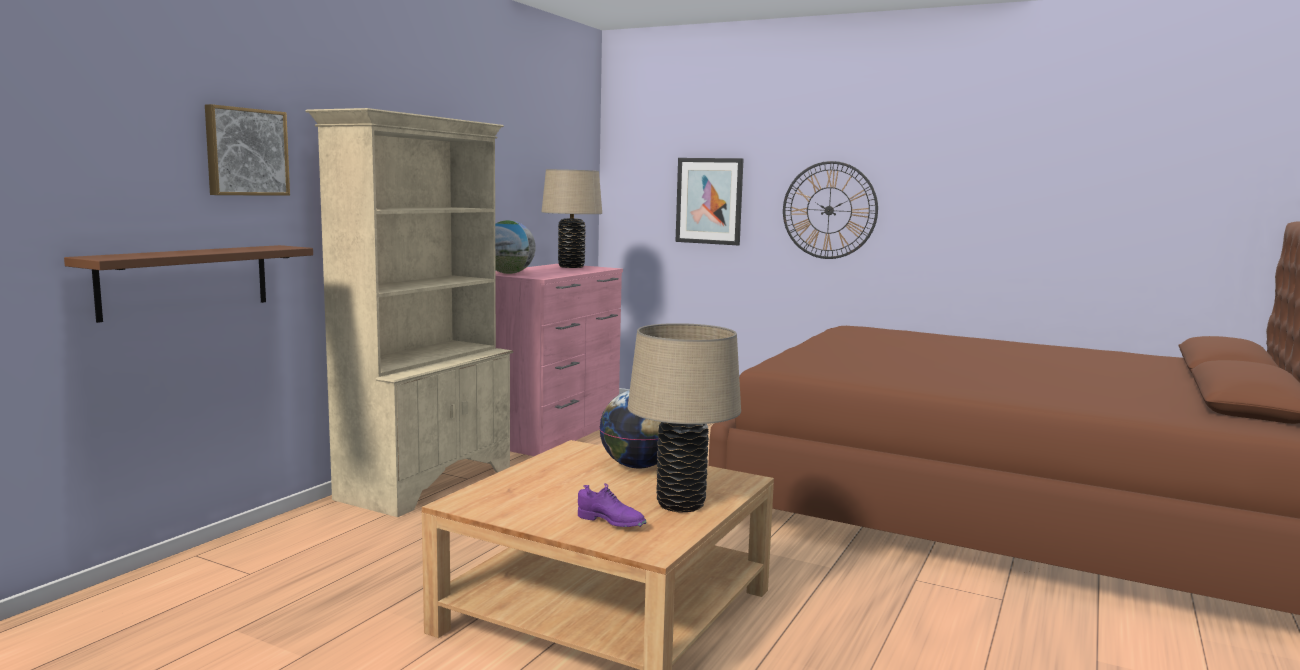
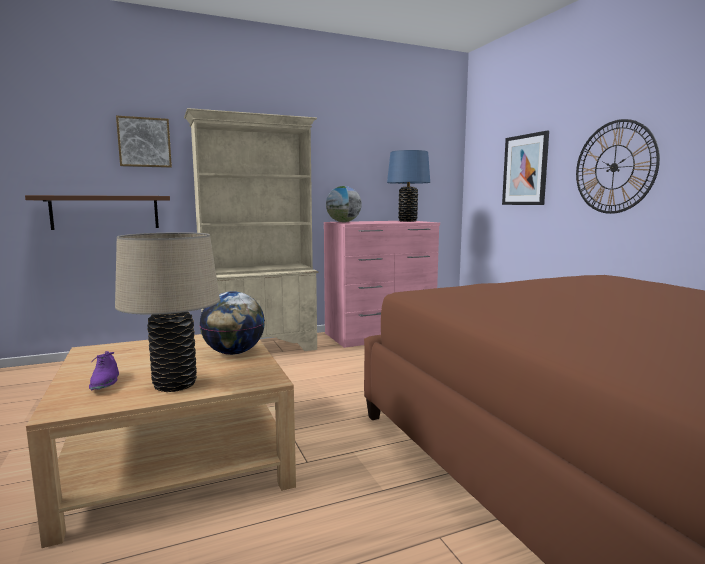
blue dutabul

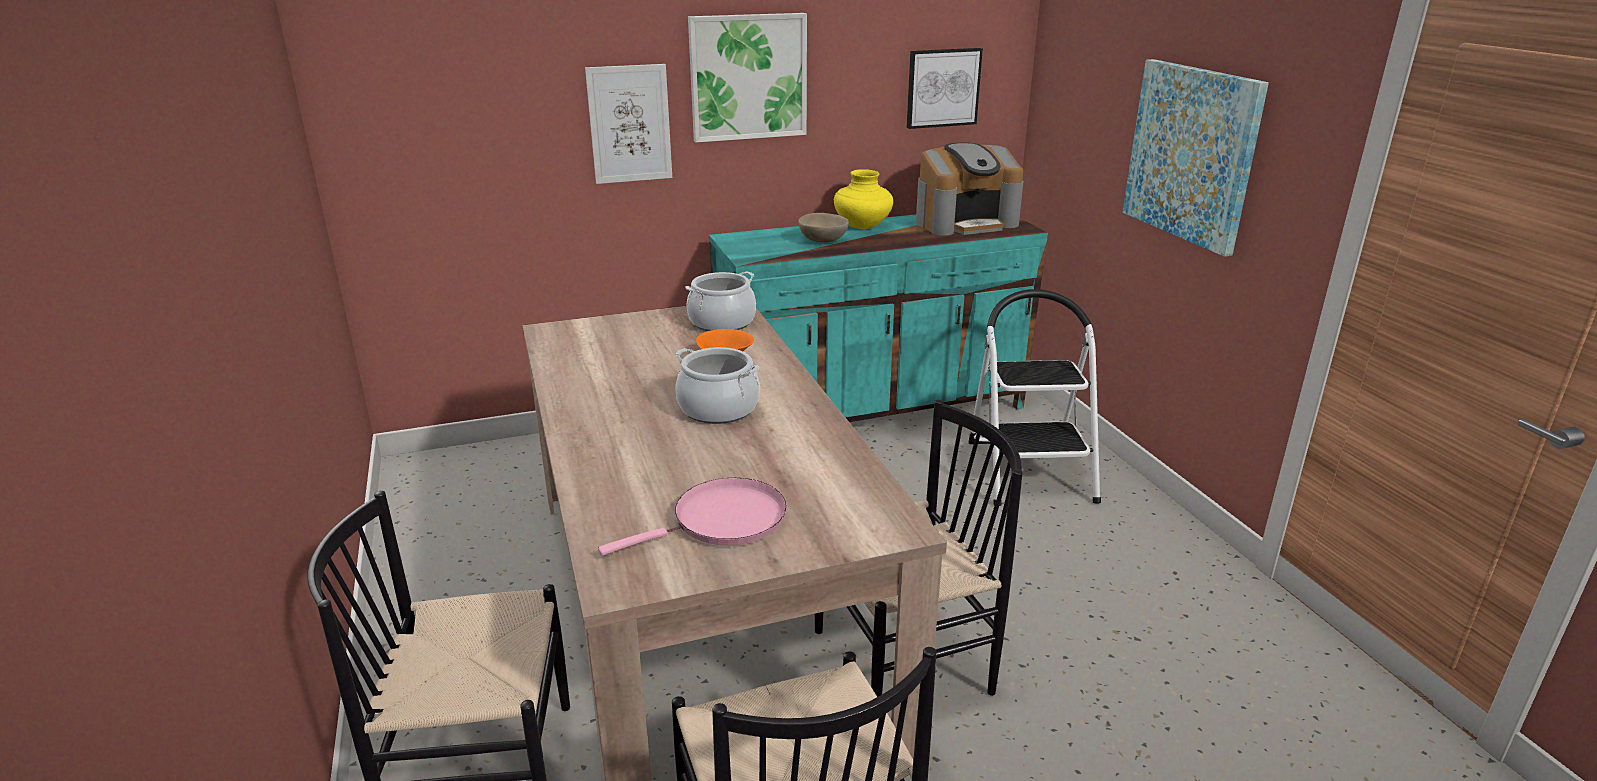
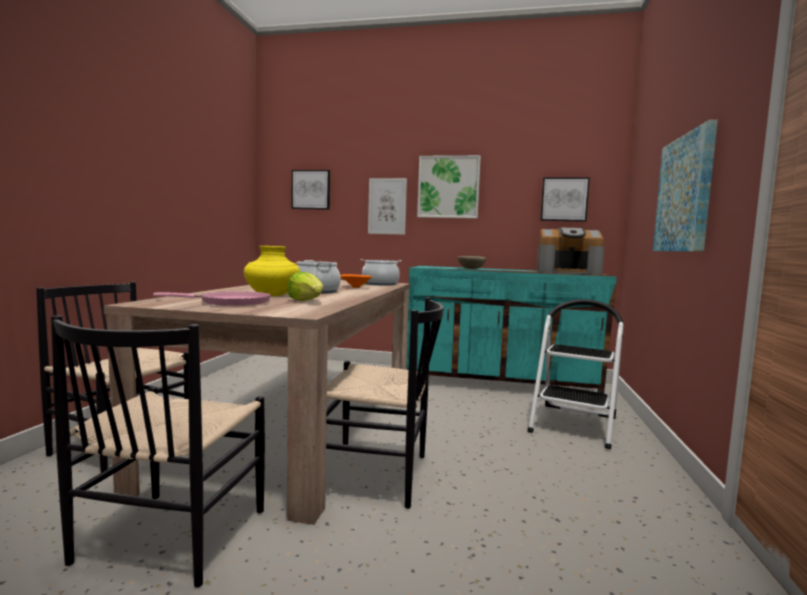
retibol; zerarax (no. 1 from left); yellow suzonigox

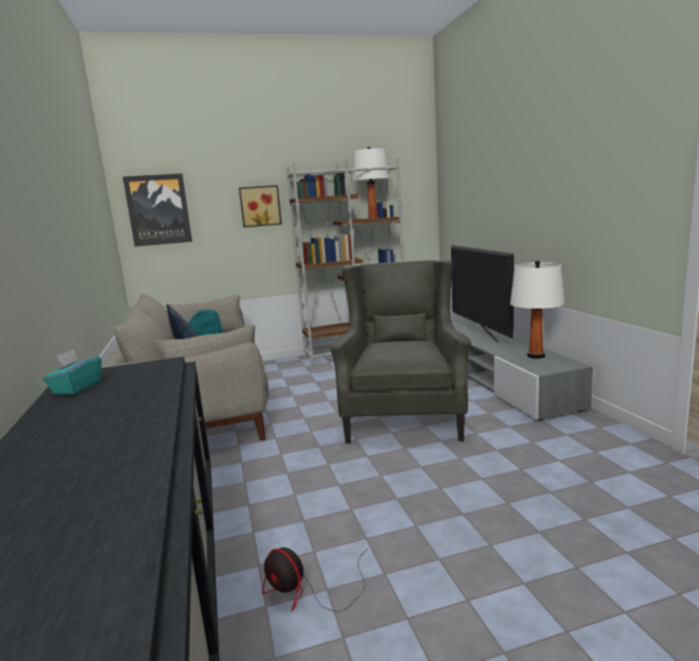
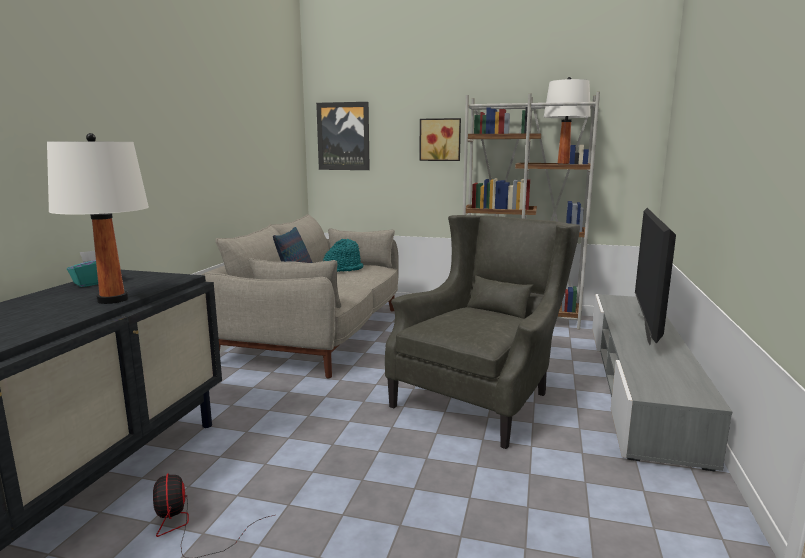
white dutabul (no. 1 from left)

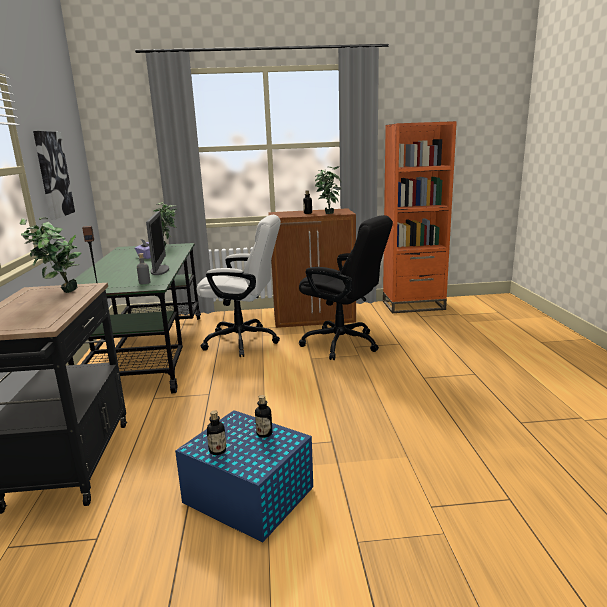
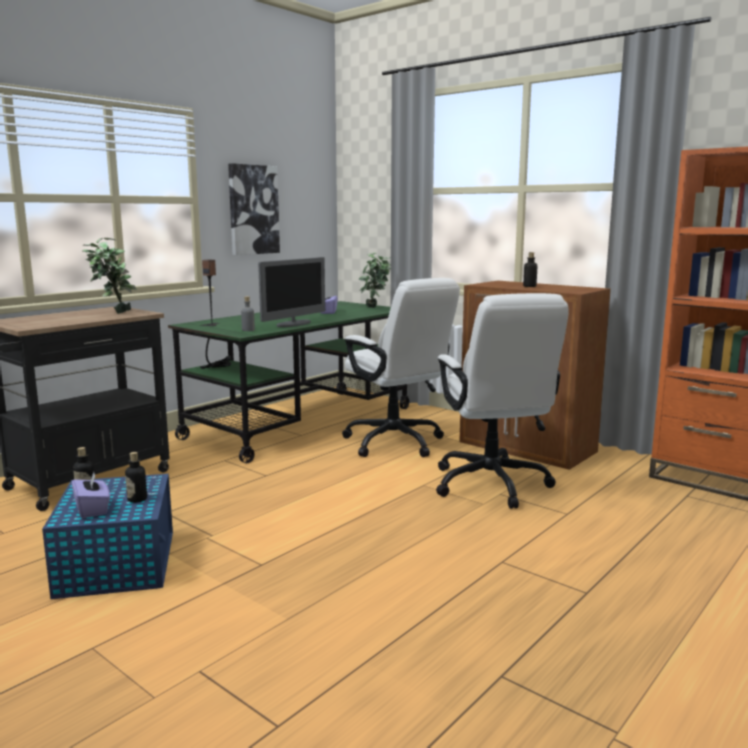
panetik (no. 3 from left in the first image); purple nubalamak (no. 1 from left); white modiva (no. 2 from left)

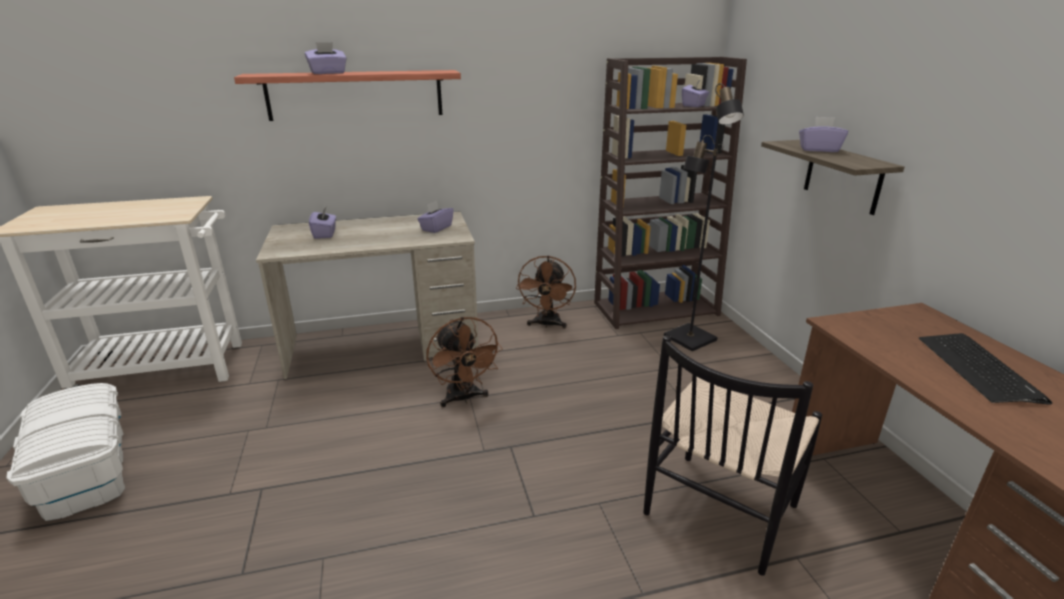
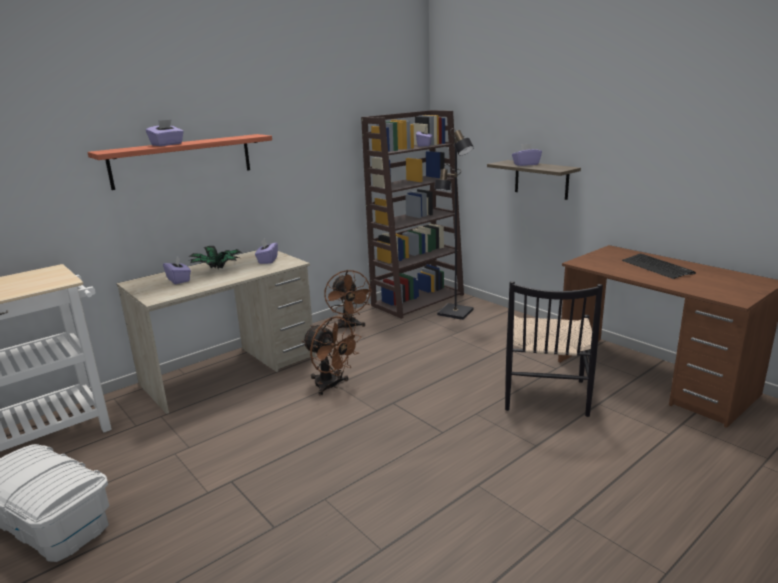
panetik

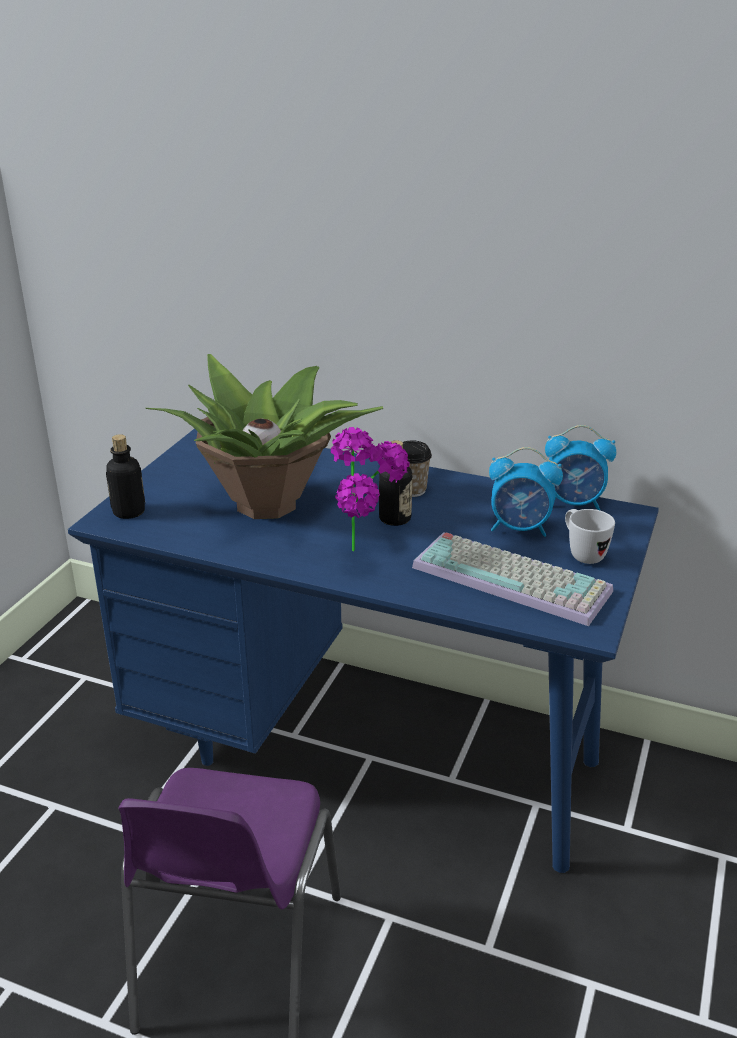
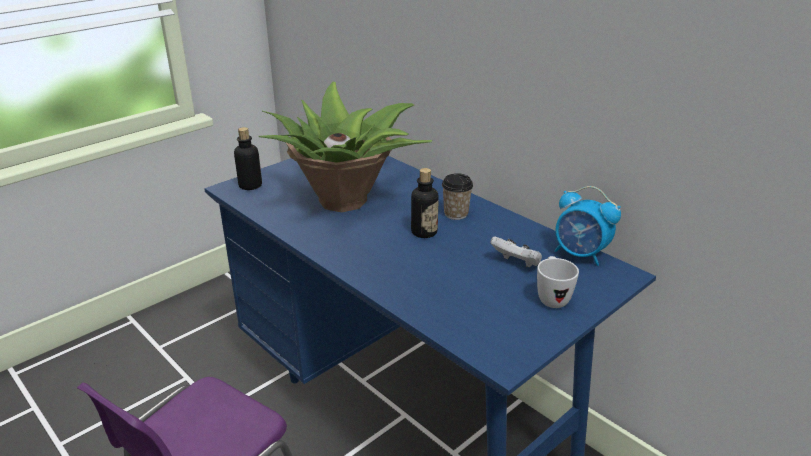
panetik (no. 2 from left in the first image); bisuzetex; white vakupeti

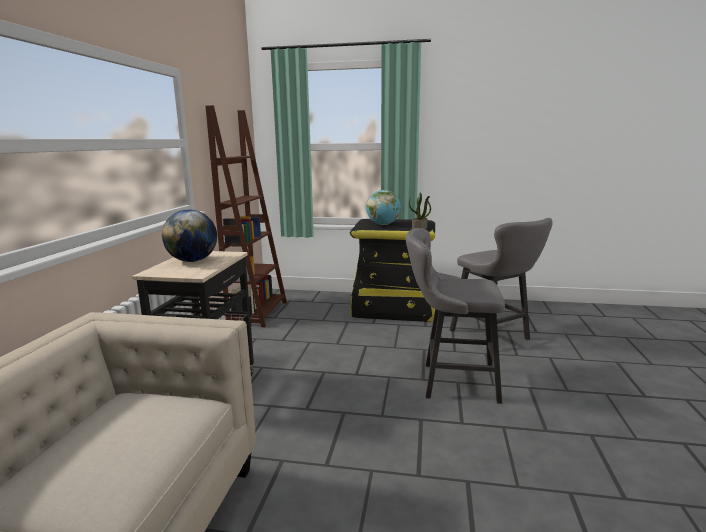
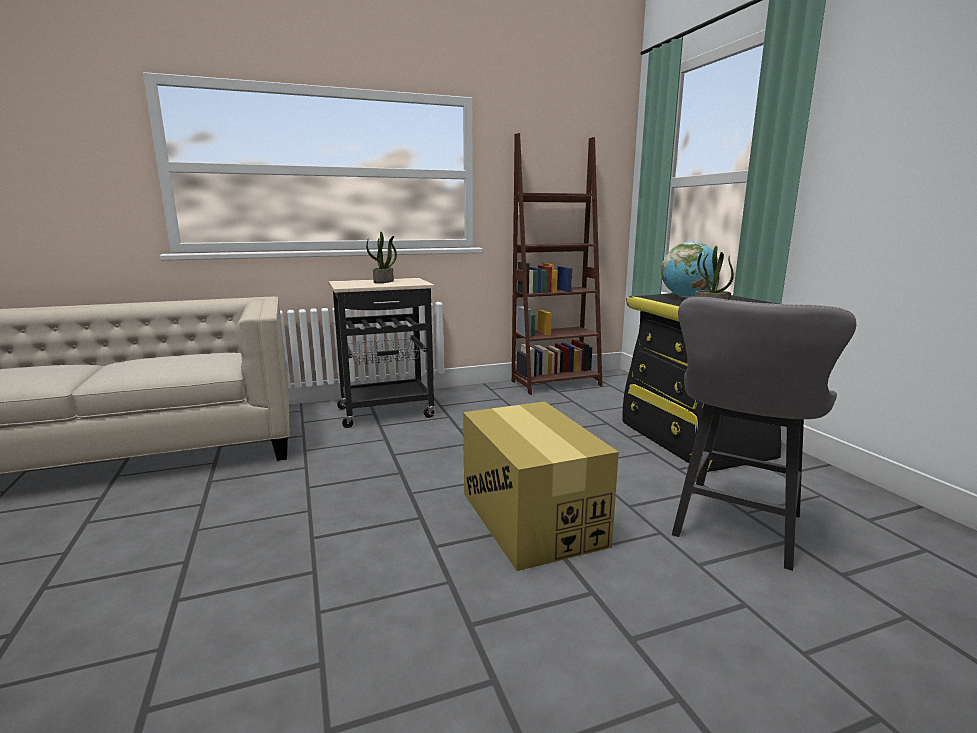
panetik (no. 1 from left); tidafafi

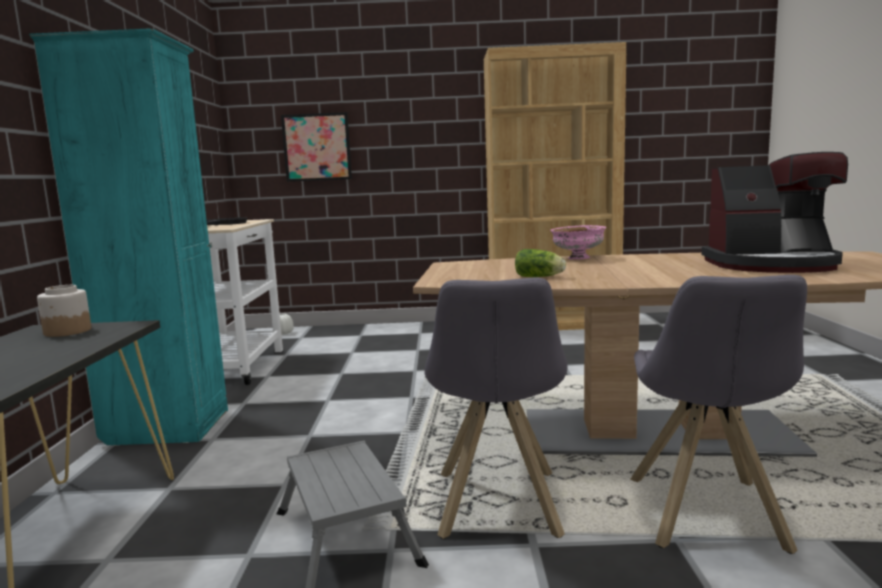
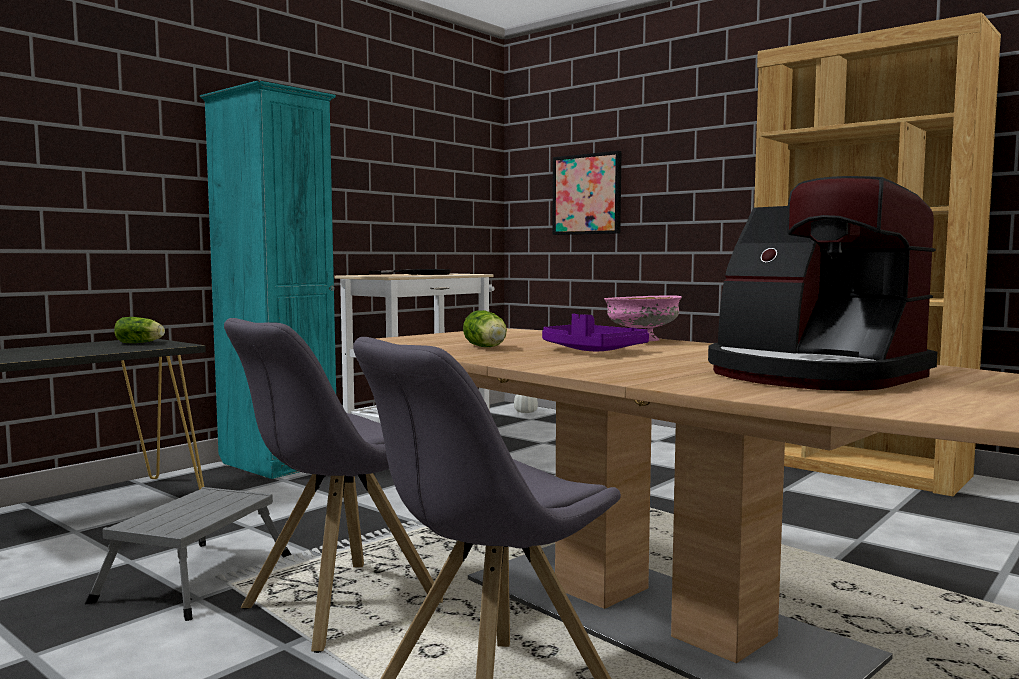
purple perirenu; retibol (no. 1 from left)

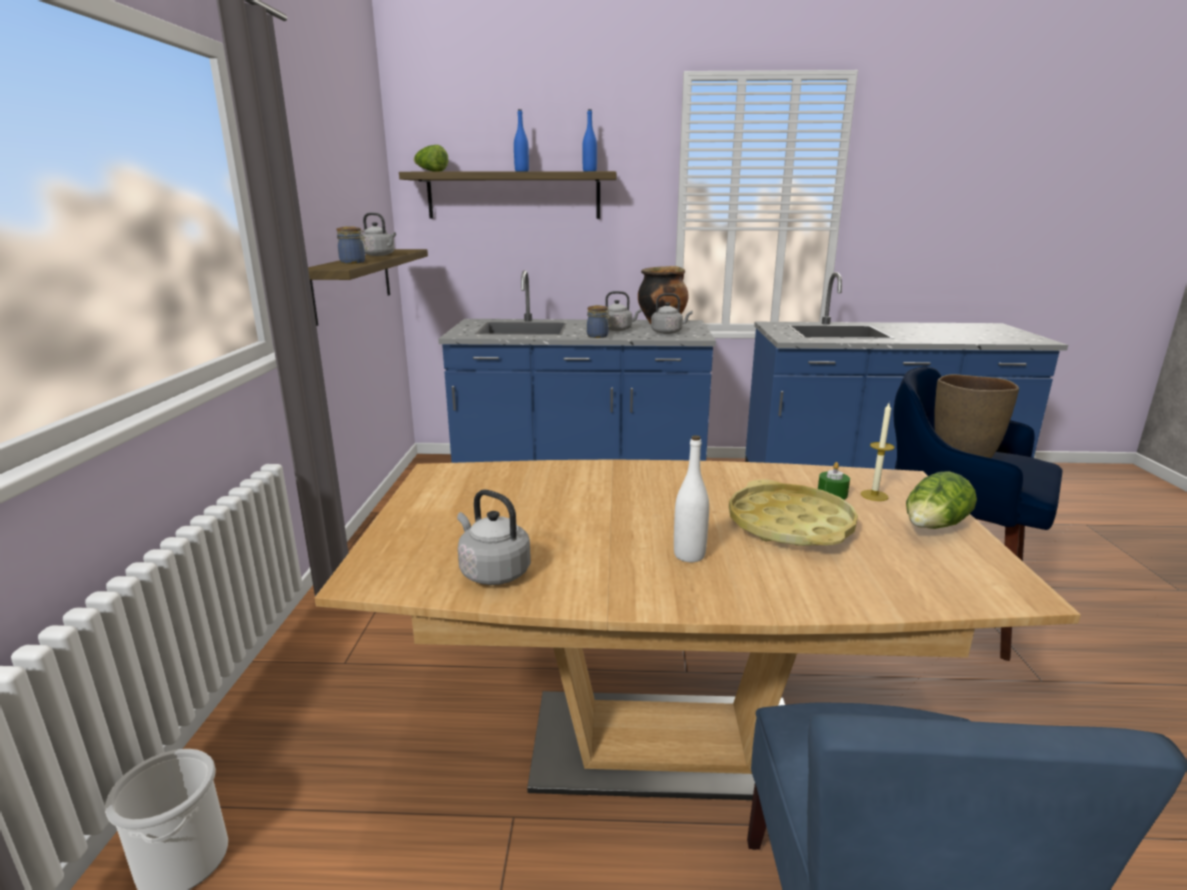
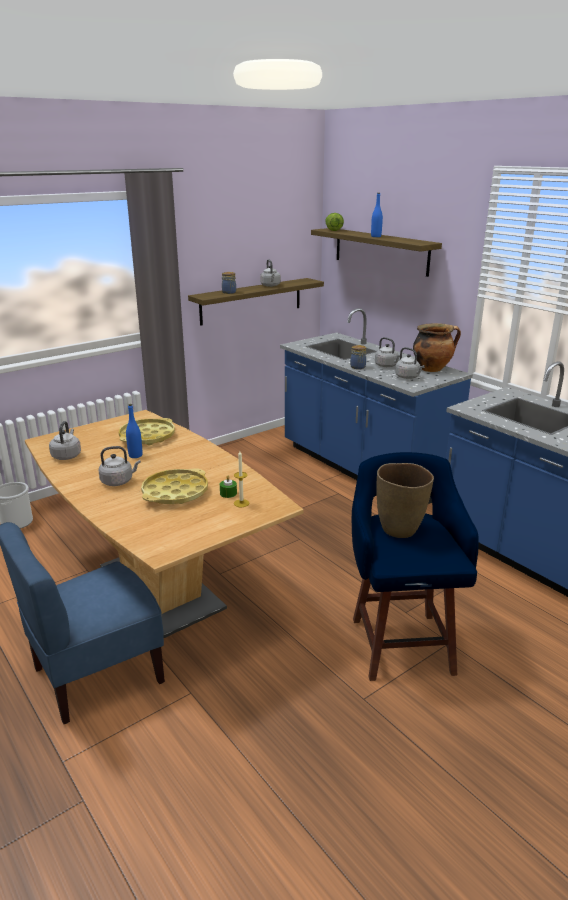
retibol (no. 2 from left in the first image); yellow perirenu (no. 1 from left); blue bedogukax (no. 1 from left); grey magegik (no. 2 from left)

